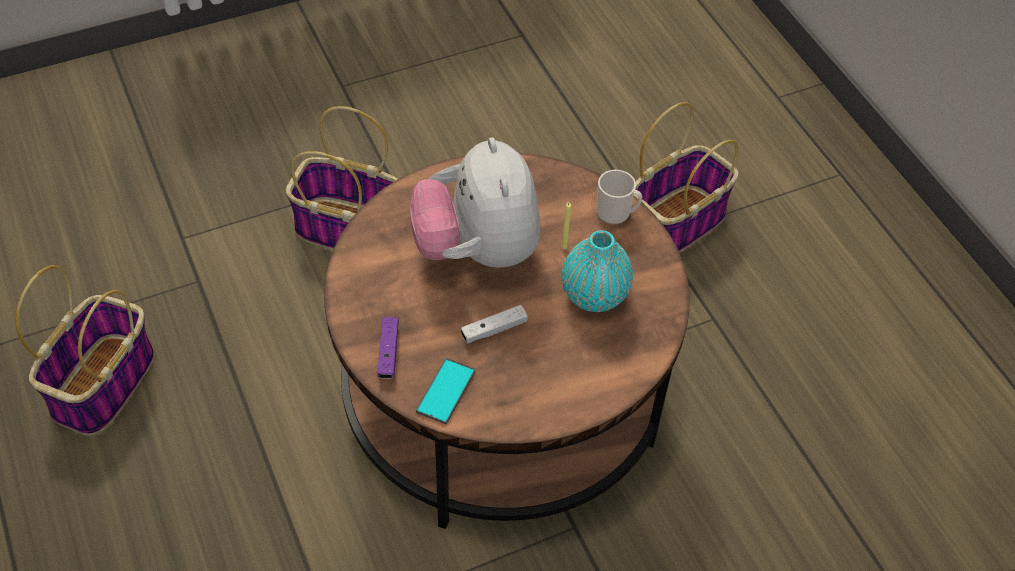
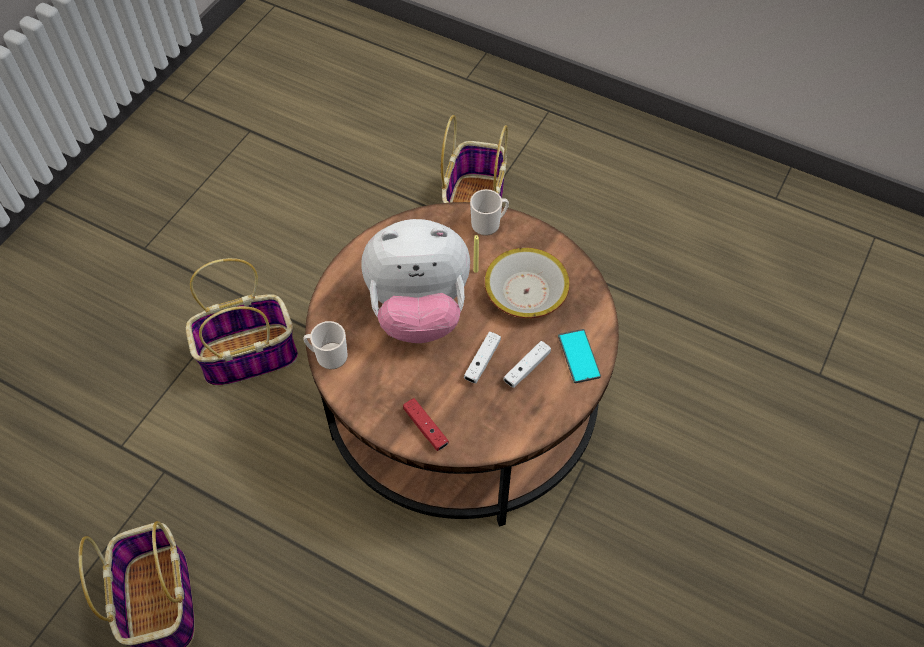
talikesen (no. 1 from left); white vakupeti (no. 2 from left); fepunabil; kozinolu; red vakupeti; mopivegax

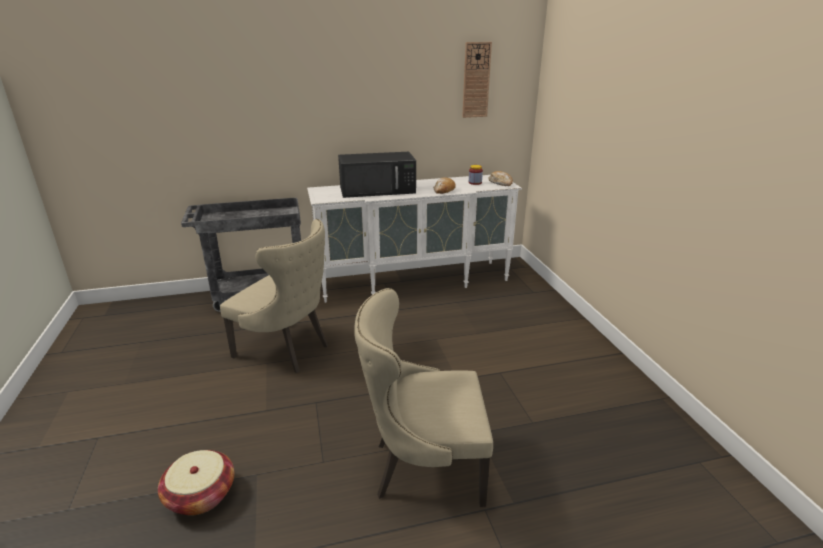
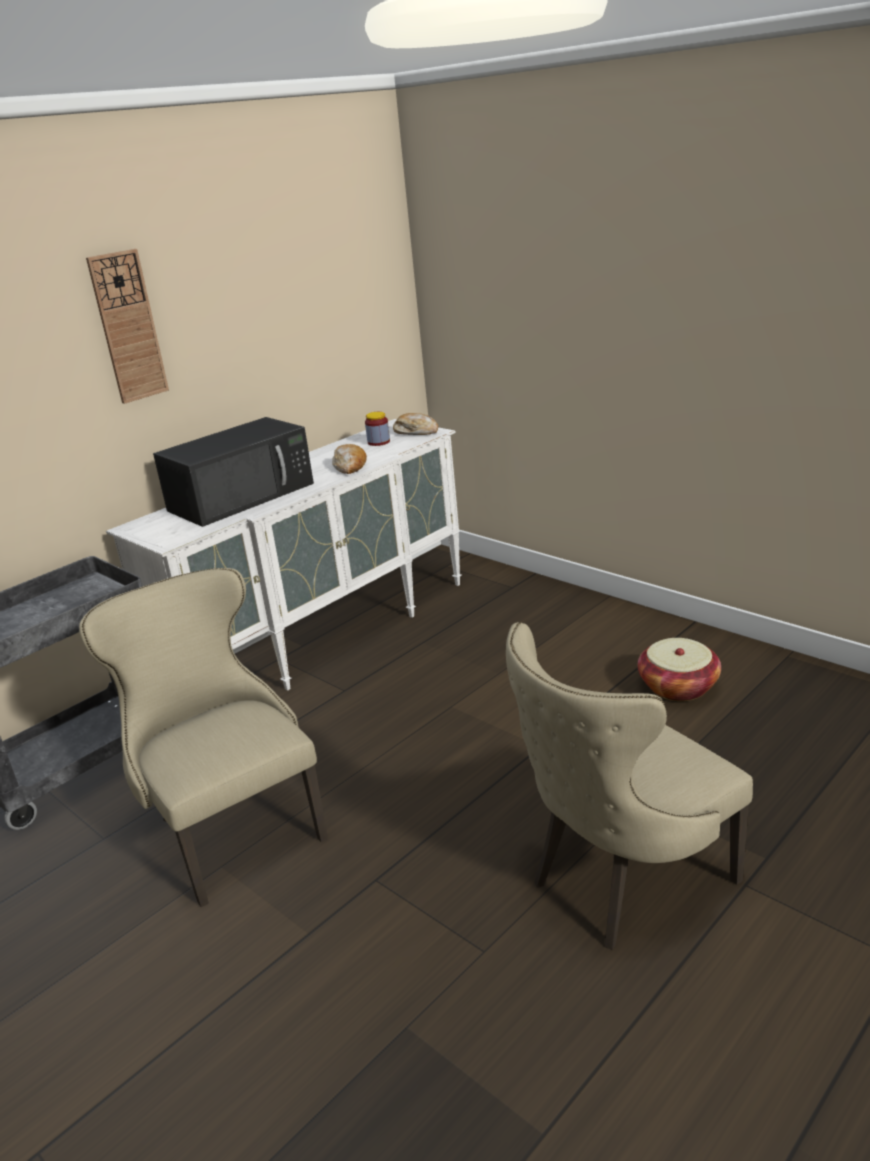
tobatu; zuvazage; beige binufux (no. 1 from left)

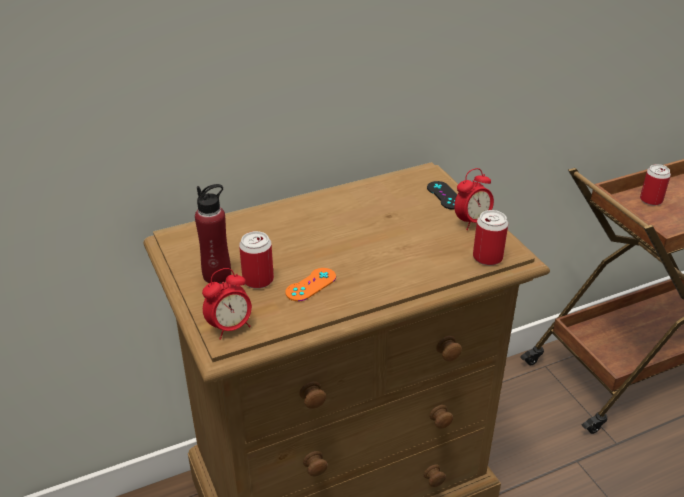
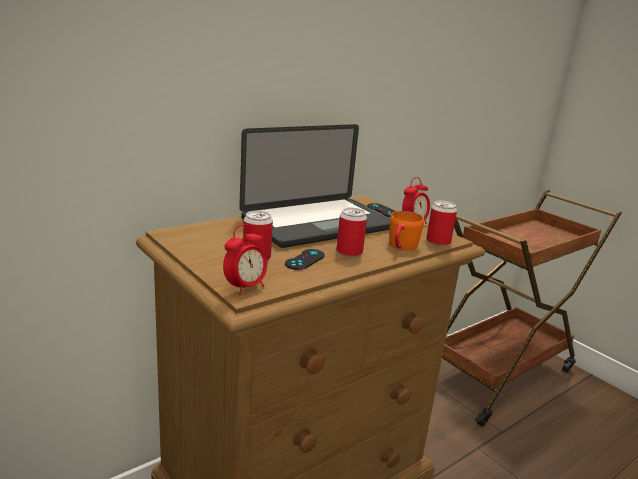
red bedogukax; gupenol; orange talikesen; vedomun (no. 2 from left); black vakupeti (no. 1 from left)

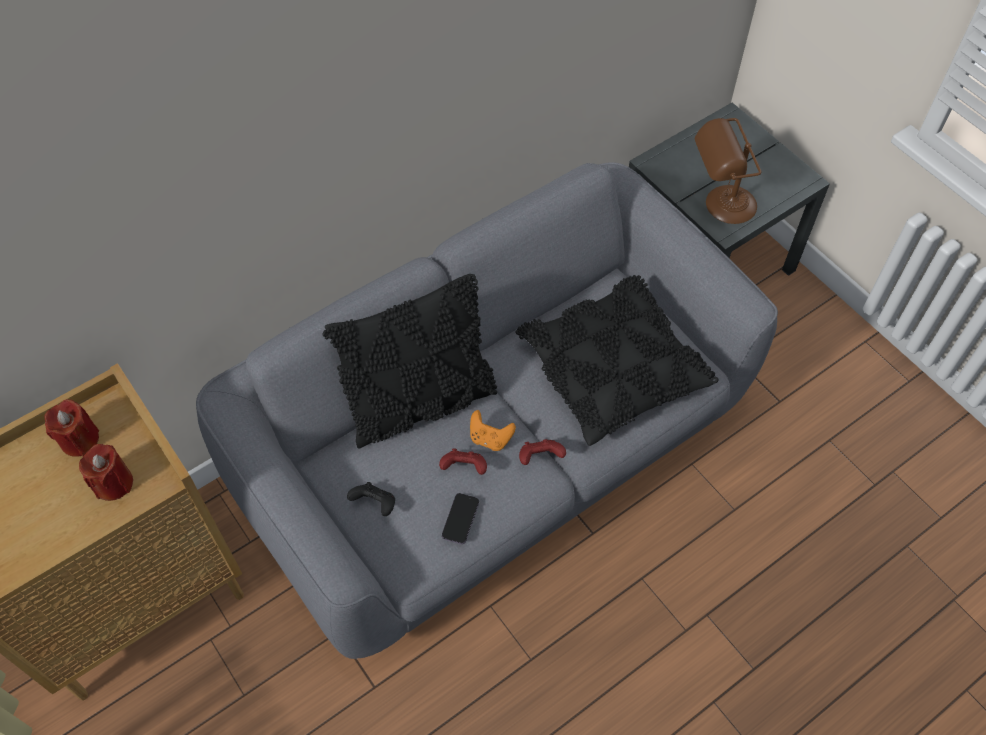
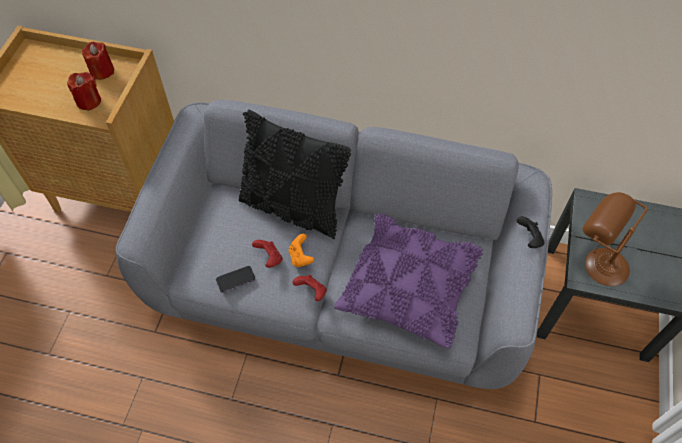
black vakupeti; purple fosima

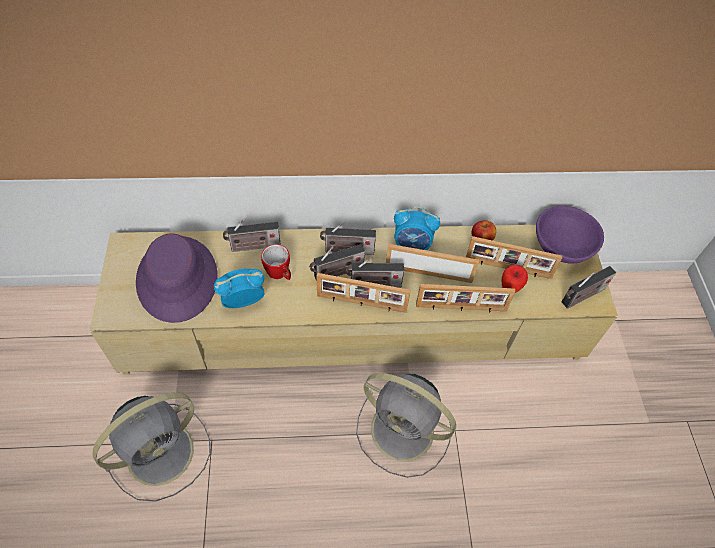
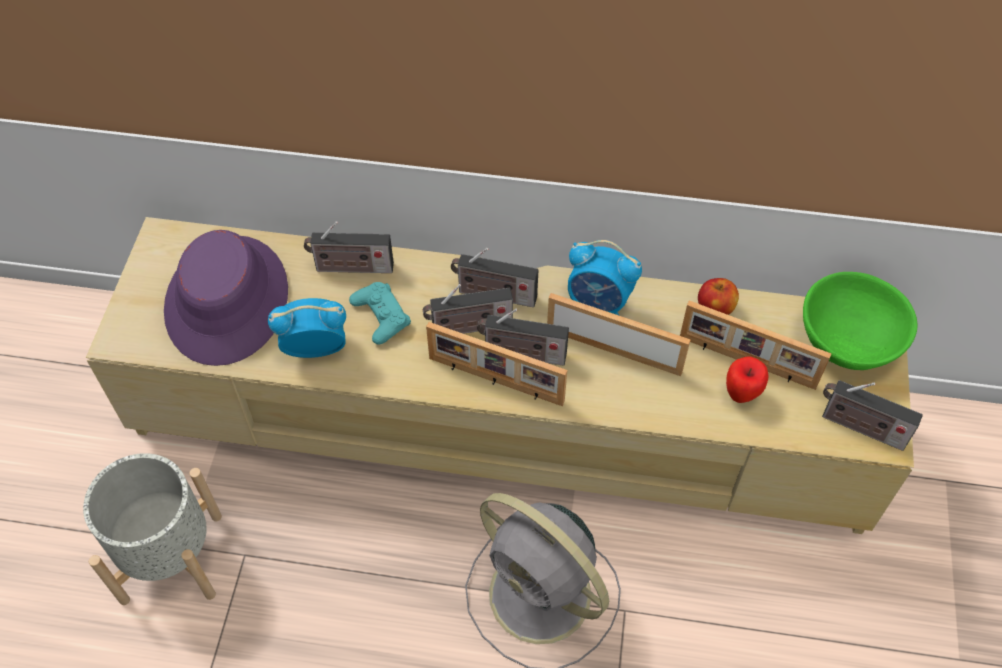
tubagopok (no. 3 from left in the first image); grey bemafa; turquoise vakupeti; green kozinolu; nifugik (no. 5 from left)

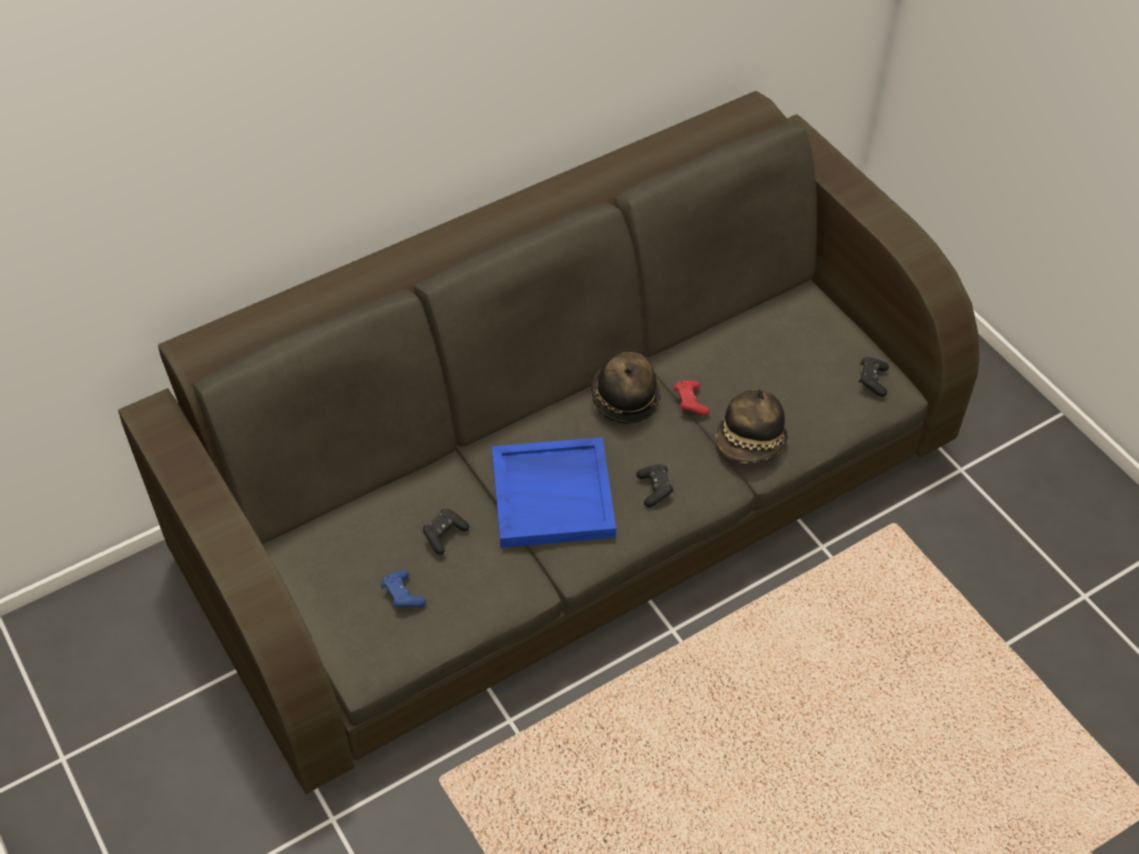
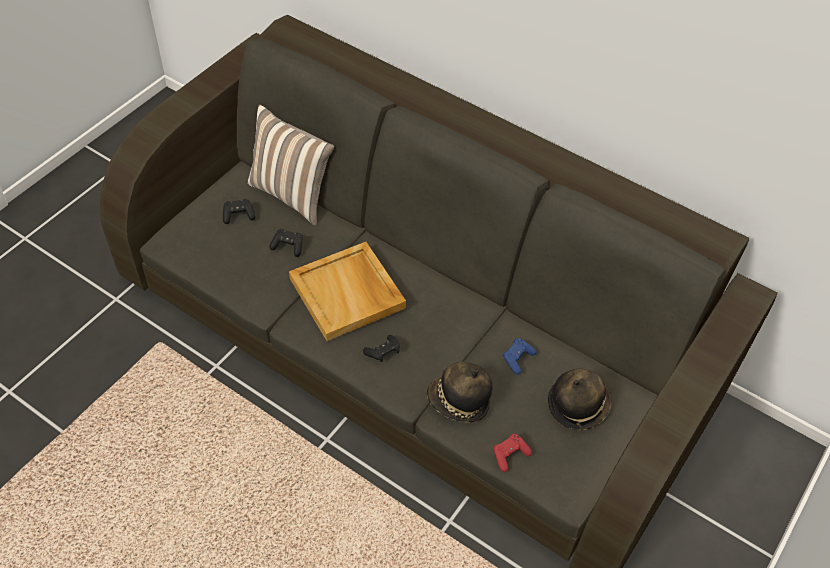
fosima; blue vakupeti; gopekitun (no. 2 from left); red vakupeti; black vakupeti (no. 1 from left); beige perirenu

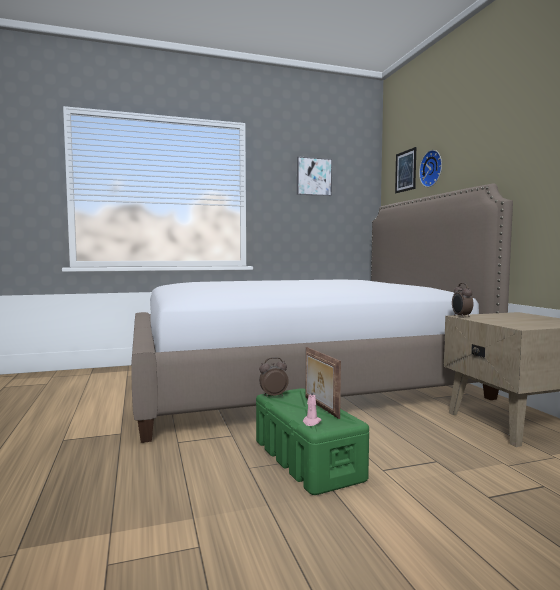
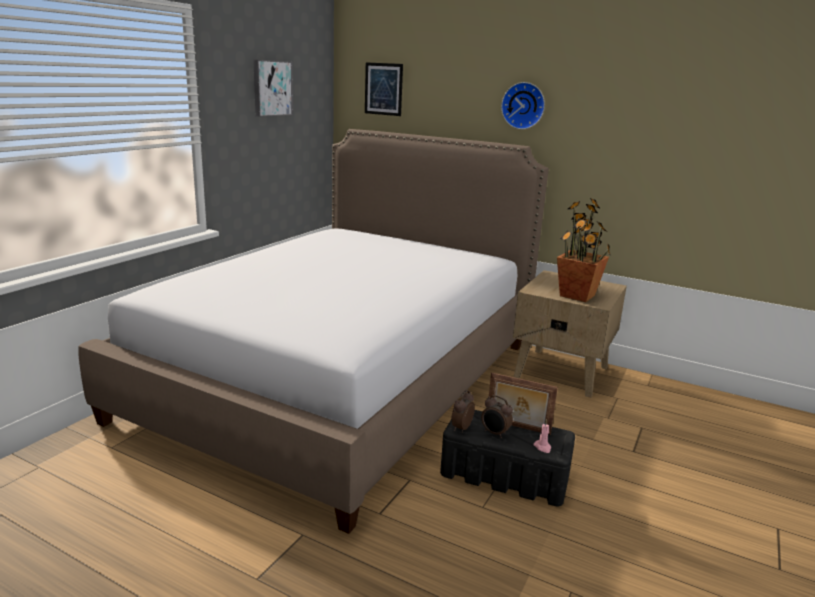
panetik; zuvazage; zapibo (no. 2 from left); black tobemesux

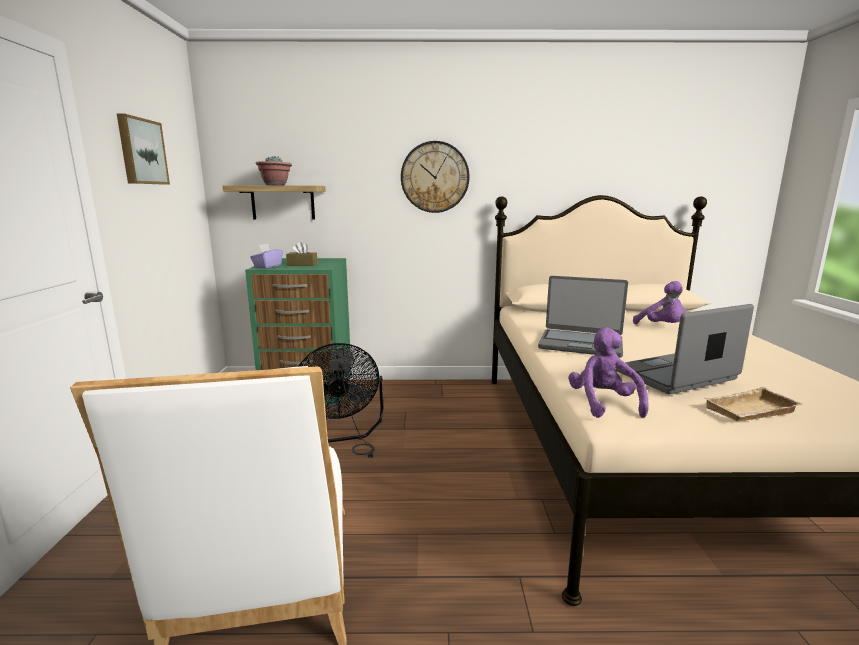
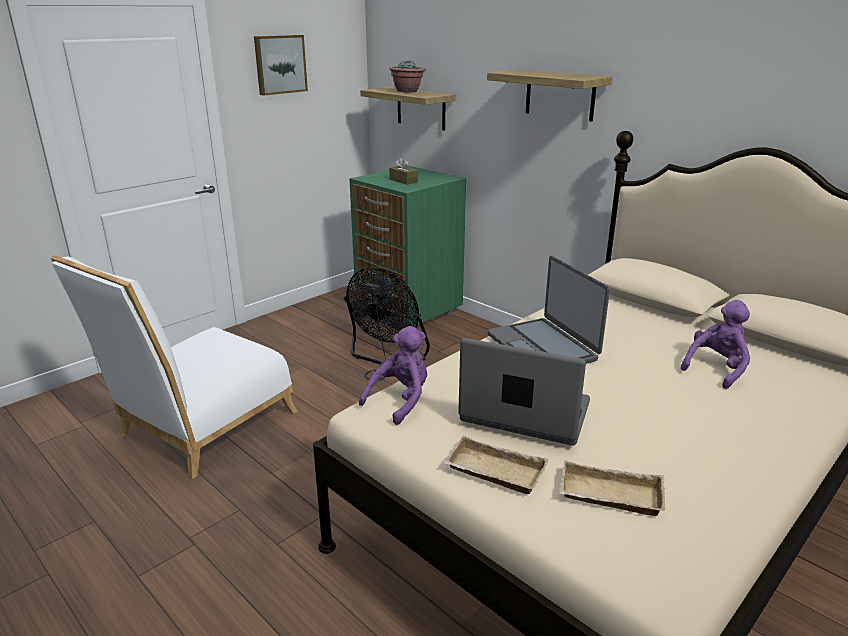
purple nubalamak; beige perirenu (no. 2 from left); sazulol (no. 2 from left); purple mopivegax (no. 2 from left)

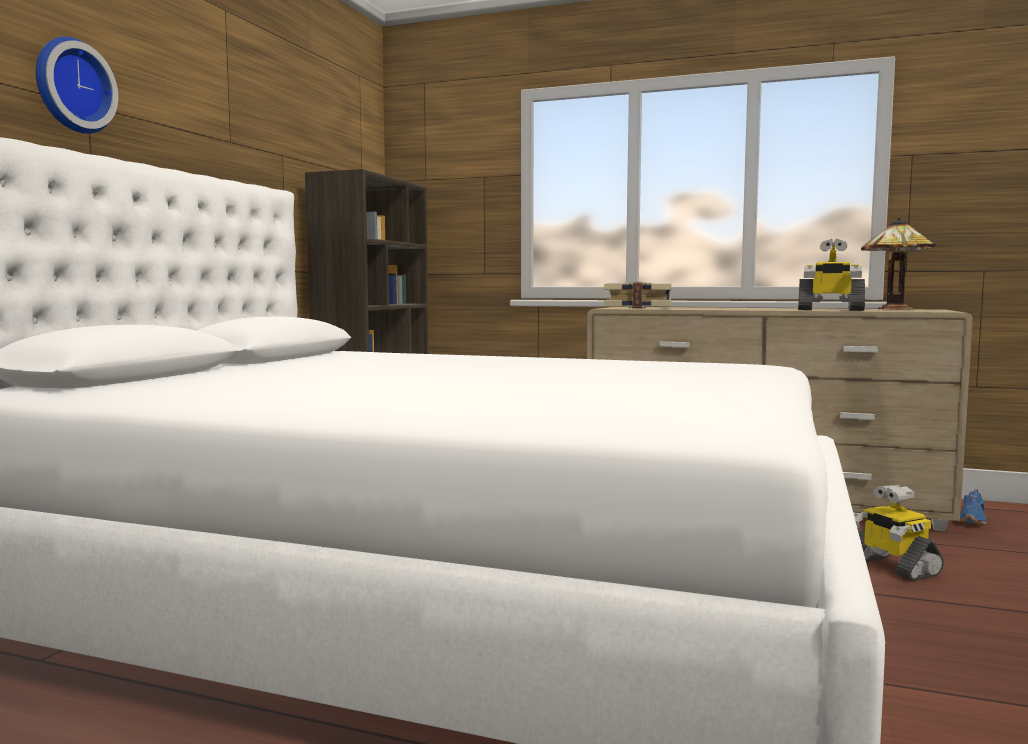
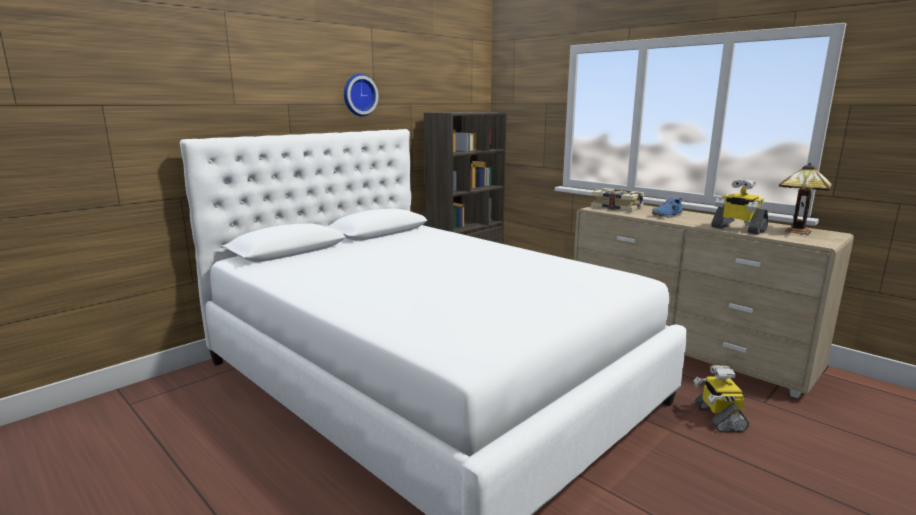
zuvazage; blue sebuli

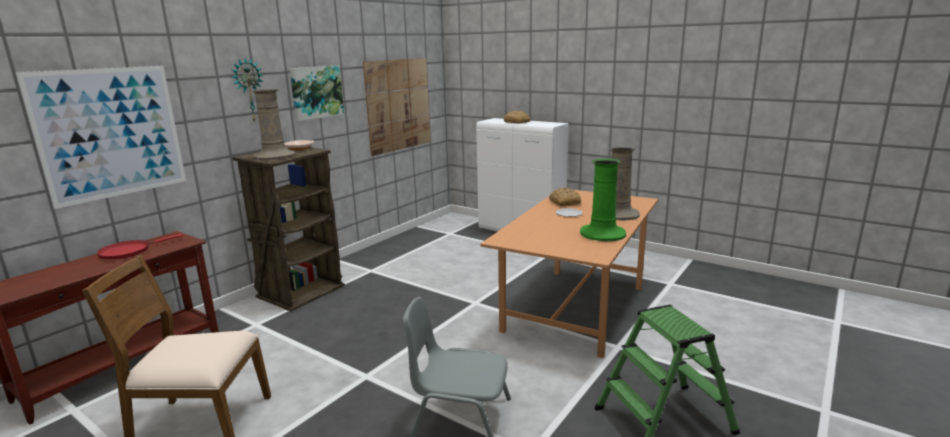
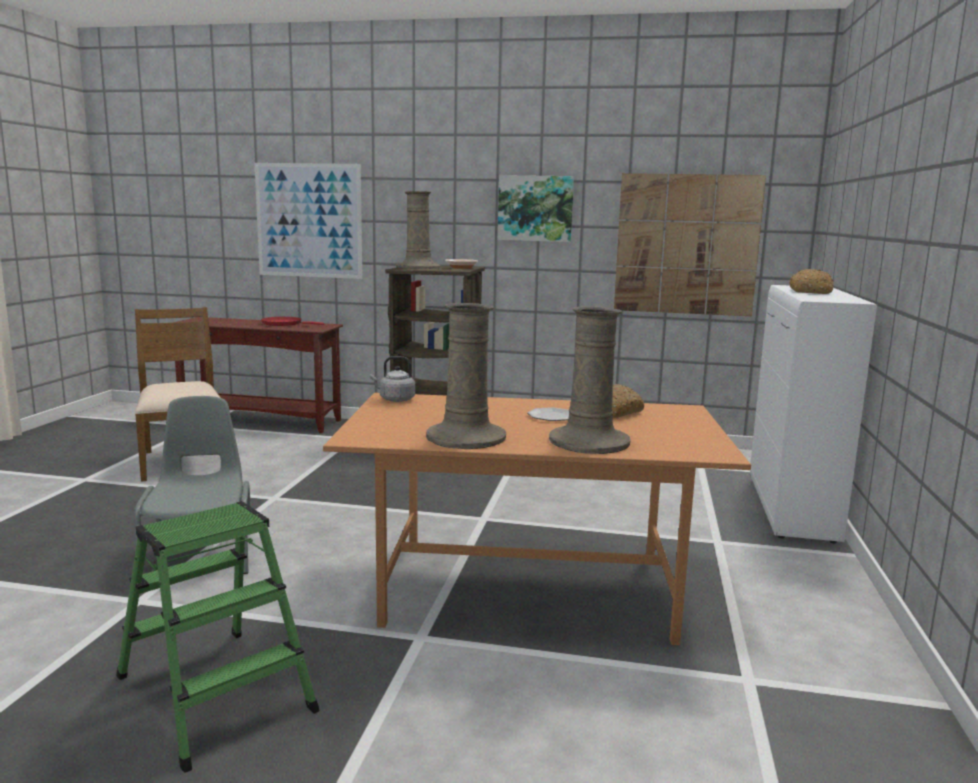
zuvazage; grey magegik; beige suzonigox (no. 2 from left)

